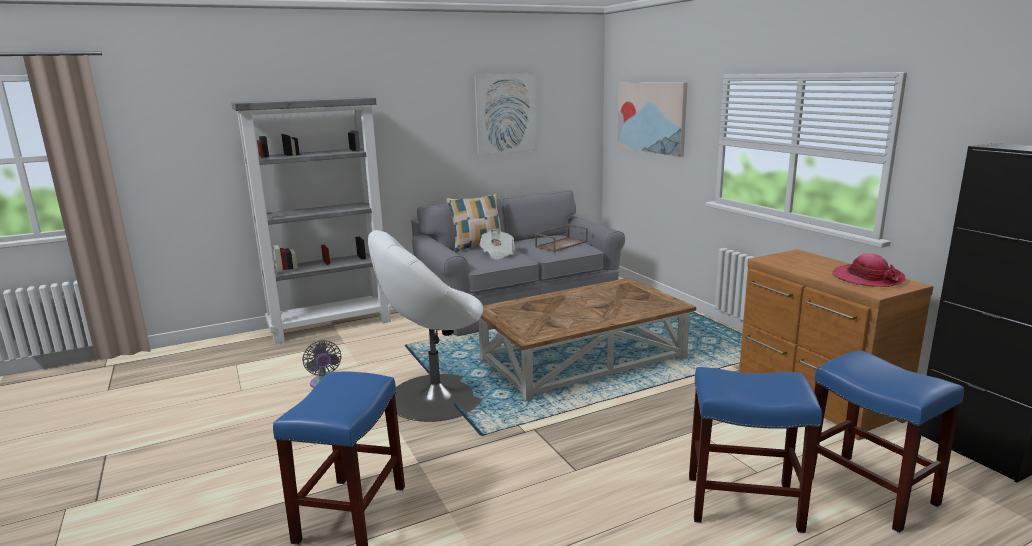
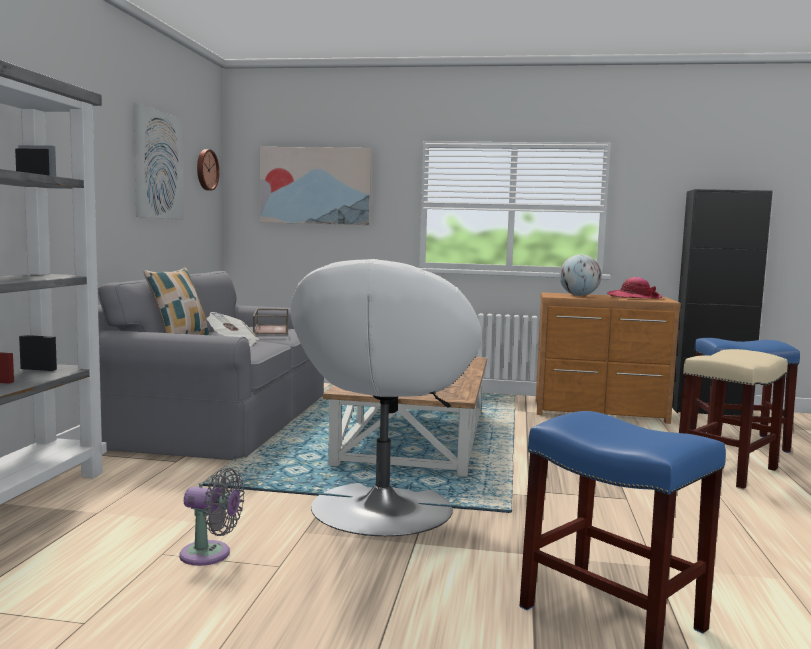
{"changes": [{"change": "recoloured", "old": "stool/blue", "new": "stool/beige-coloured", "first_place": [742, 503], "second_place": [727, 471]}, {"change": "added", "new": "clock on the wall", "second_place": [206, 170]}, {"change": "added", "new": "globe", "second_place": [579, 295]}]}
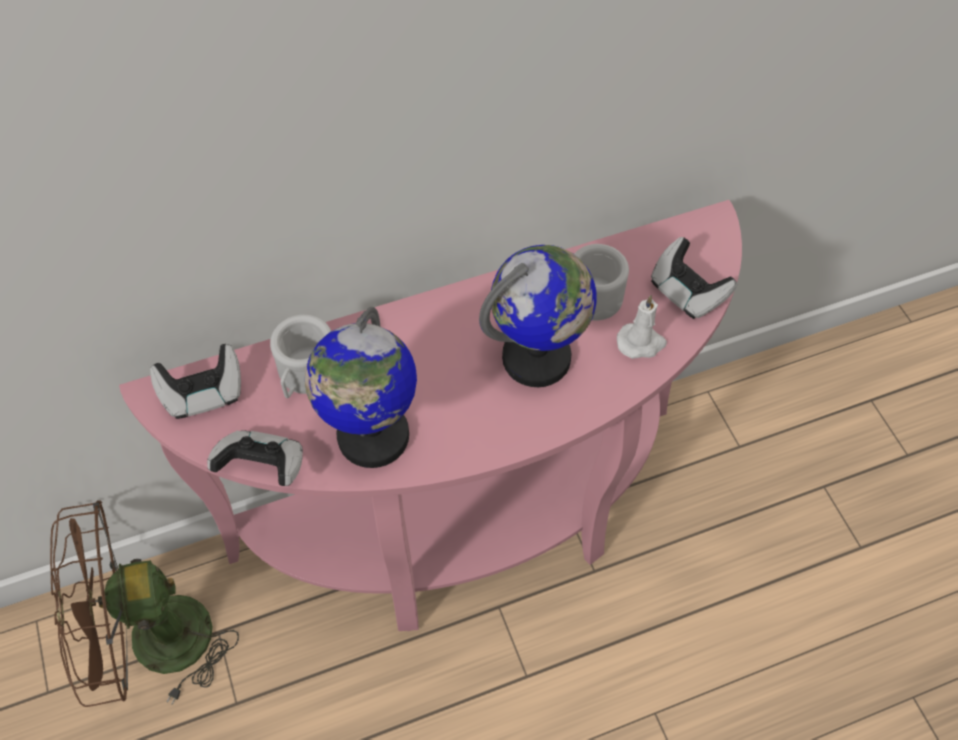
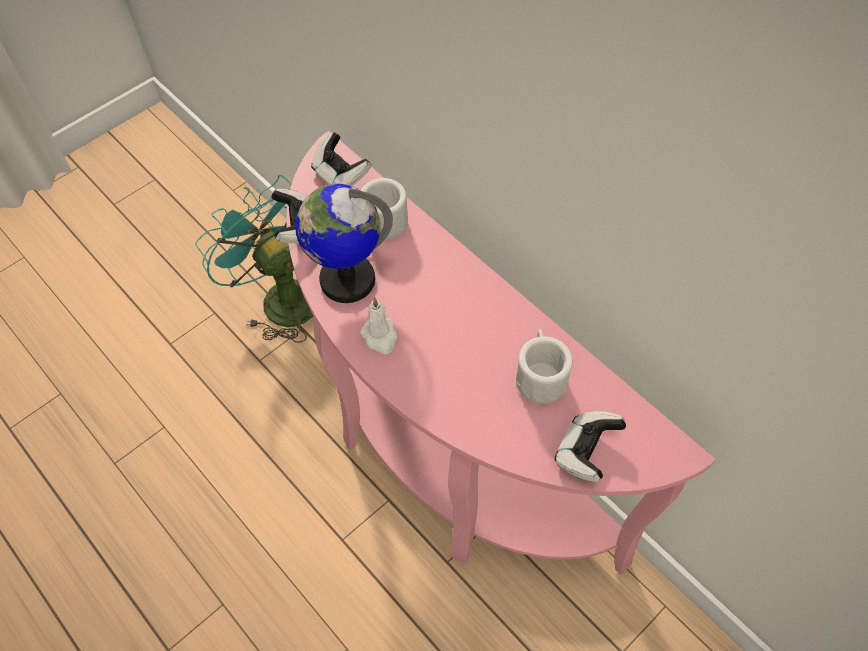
{"changes": [{"change": "removed", "old": "globe", "first_place": [537, 358]}, {"change": "moved", "old": "candle/whitish", "first_place": [641, 342], "second_place": [380, 337]}, {"change": "recoloured", "old": "electric fan/brown-coloured", "new": "electric fan/turquoise-coloured", "first_place": [152, 643], "second_place": [281, 296]}]}
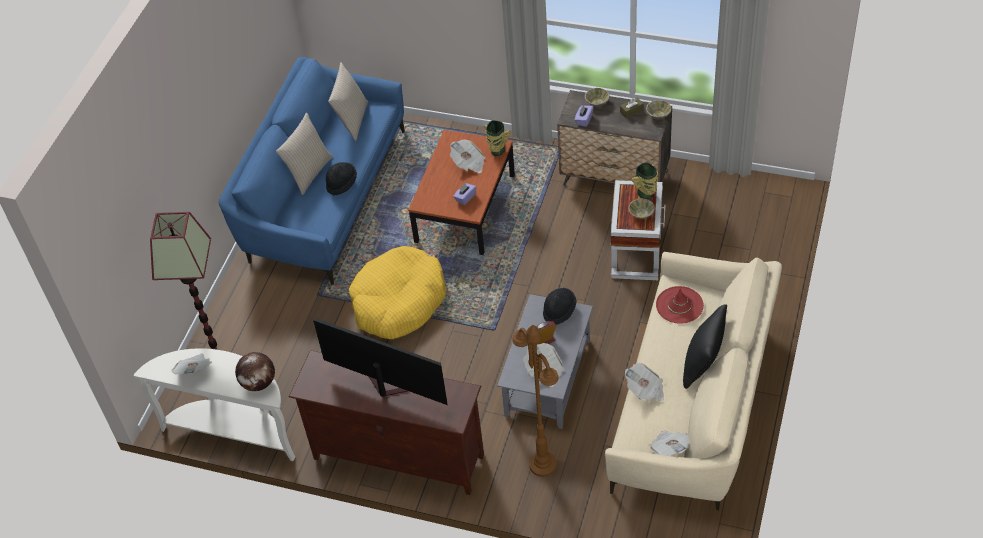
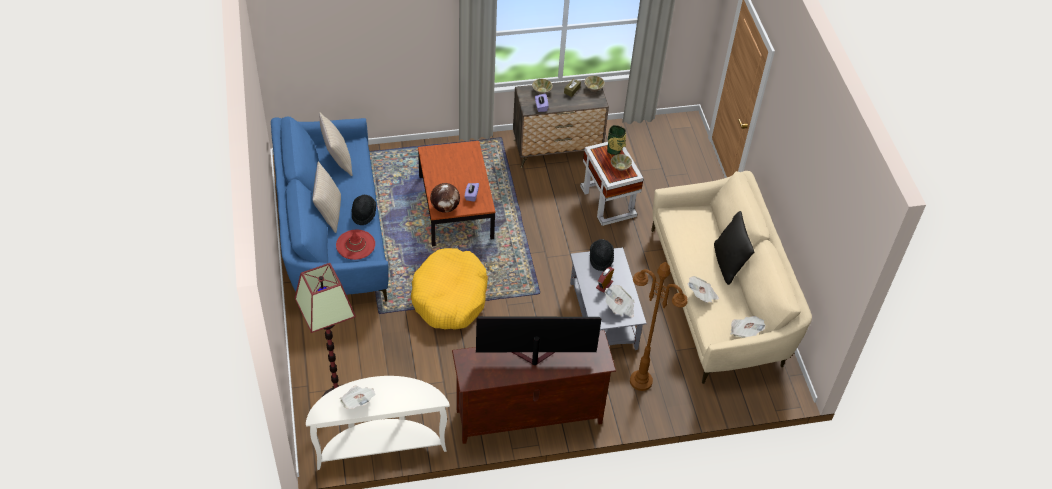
{"changes": [{"change": "removed", "old": "flower vase", "first_place": [497, 151]}, {"change": "removed", "old": "daily paper", "first_place": [468, 163]}, {"change": "moved", "old": "wearable hat/red", "first_place": [679, 305], "second_place": [355, 245]}, {"change": "moved", "old": "globe", "first_place": [259, 383], "second_place": [445, 207]}]}
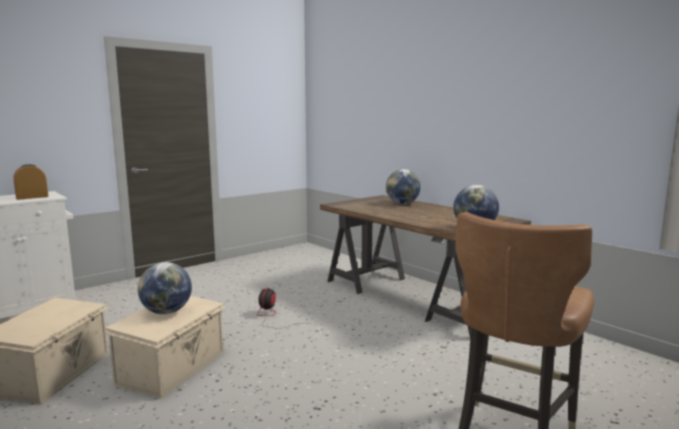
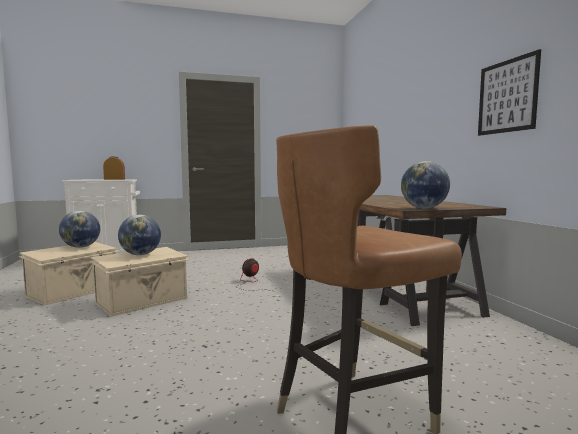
{"changes": [{"change": "moved", "old": "globe", "first_place": [402, 204], "second_place": [81, 247]}, {"change": "added", "new": "wall picture", "second_place": [507, 96]}]}
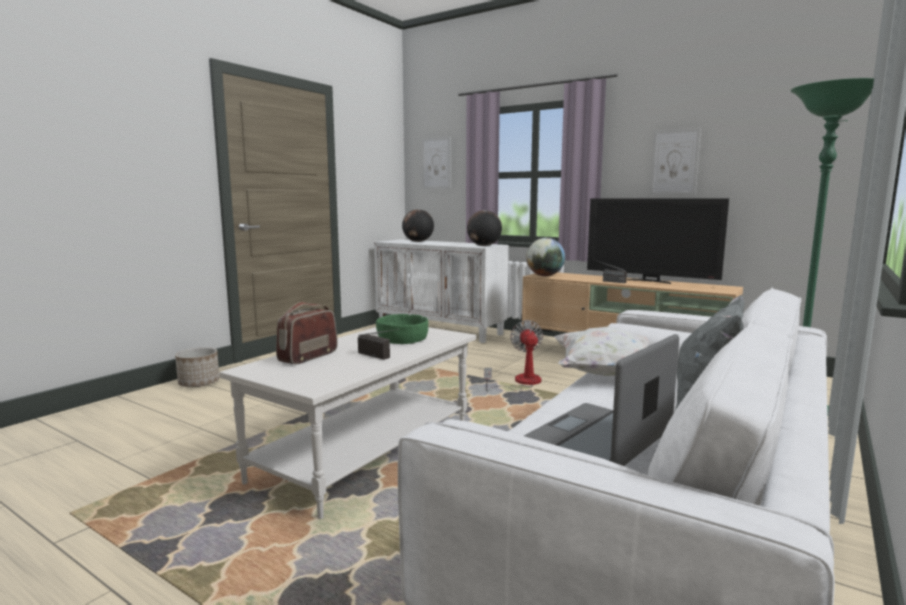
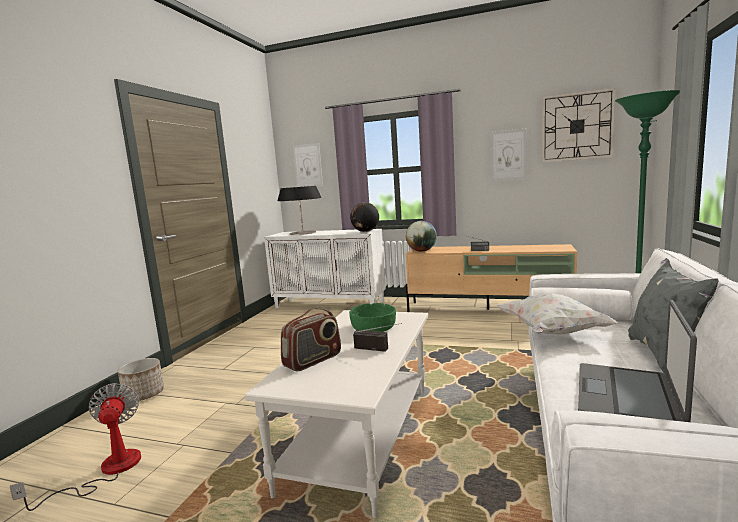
{"changes": [{"change": "removed", "old": "TV set", "first_place": [650, 281]}, {"change": "replaced", "old": "globe", "new": "tabletop lamp", "first_place": [418, 242], "second_place": [302, 233]}, {"change": "turned", "old": "radio", "first_place": [308, 356], "second_place": [313, 360], "degrees": -150}, {"change": "moved", "old": "electric fan", "first_place": [521, 382], "second_place": [107, 471]}, {"change": "added", "new": "clock on the wall", "second_place": [576, 126]}]}
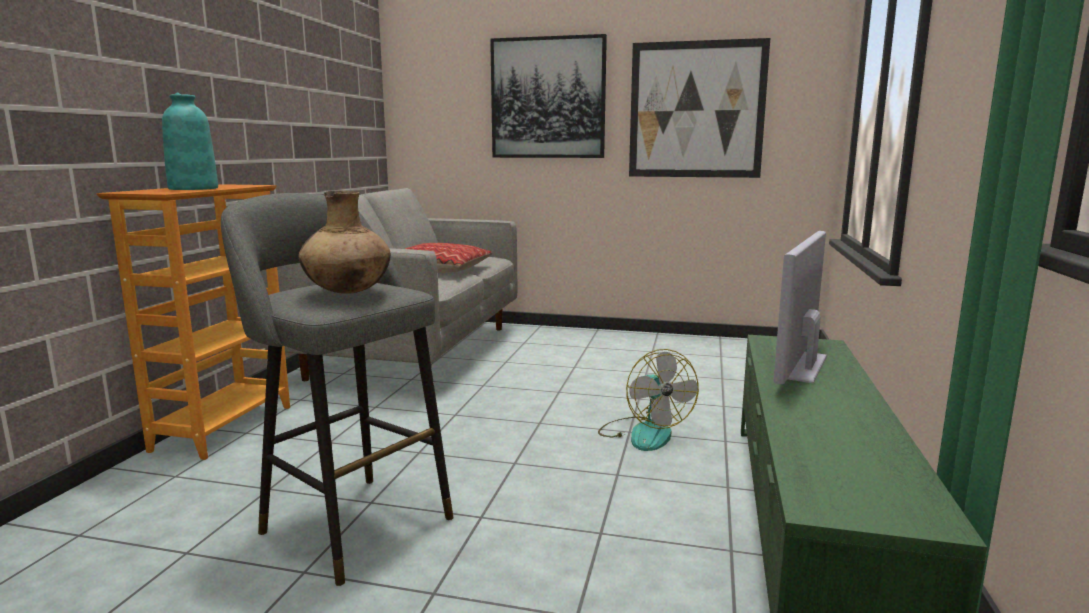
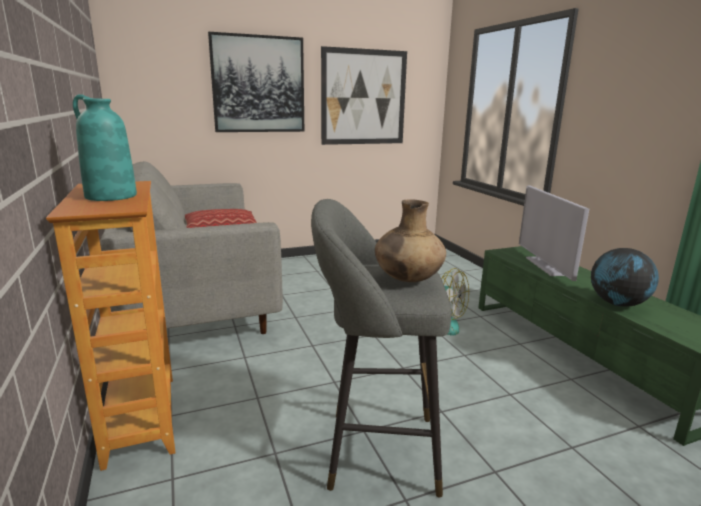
{"changes": [{"change": "added", "new": "globe", "second_place": [618, 304]}]}
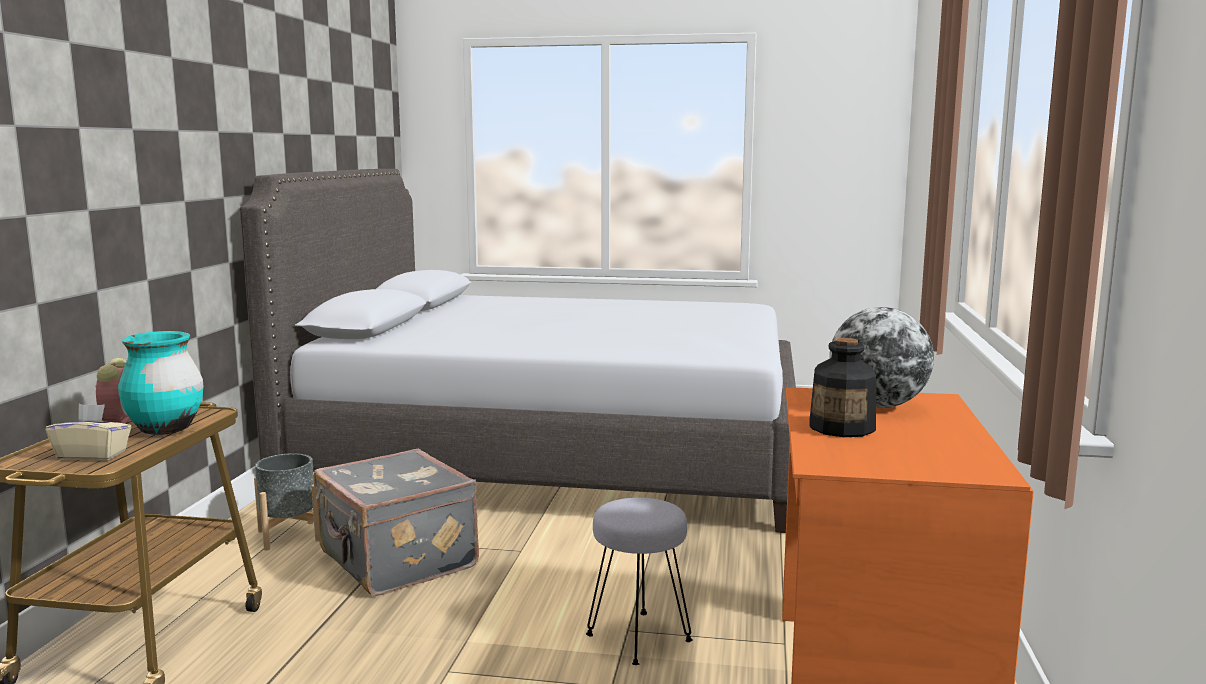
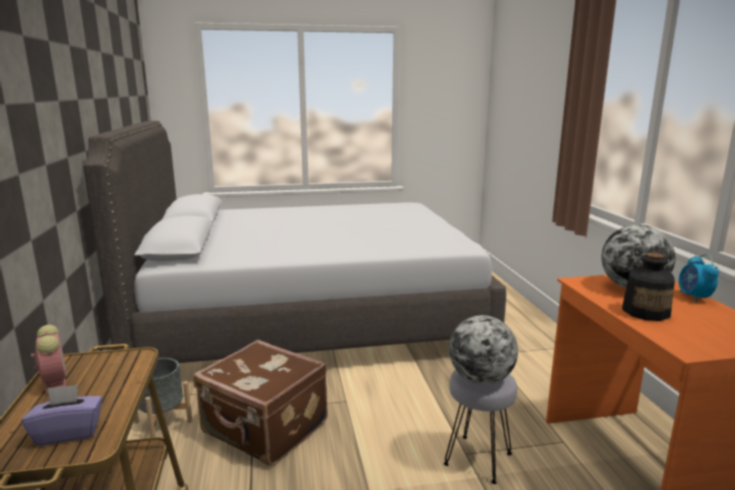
{"changes": [{"change": "removed", "old": "flower vase/turquoise-coloured", "first_place": [165, 429]}, {"change": "recoloured", "old": "tissue holder/beige-coloured", "new": "tissue holder/purple-coloured", "first_place": [93, 455], "second_place": [69, 432]}, {"change": "recoloured", "old": "piece of luggage/grey", "new": "piece of luggage/brown-coloured", "first_place": [395, 561], "second_place": [264, 429]}, {"change": "added", "new": "bedside clock", "second_place": [694, 297]}, {"change": "added", "new": "globe", "second_place": [481, 379]}]}
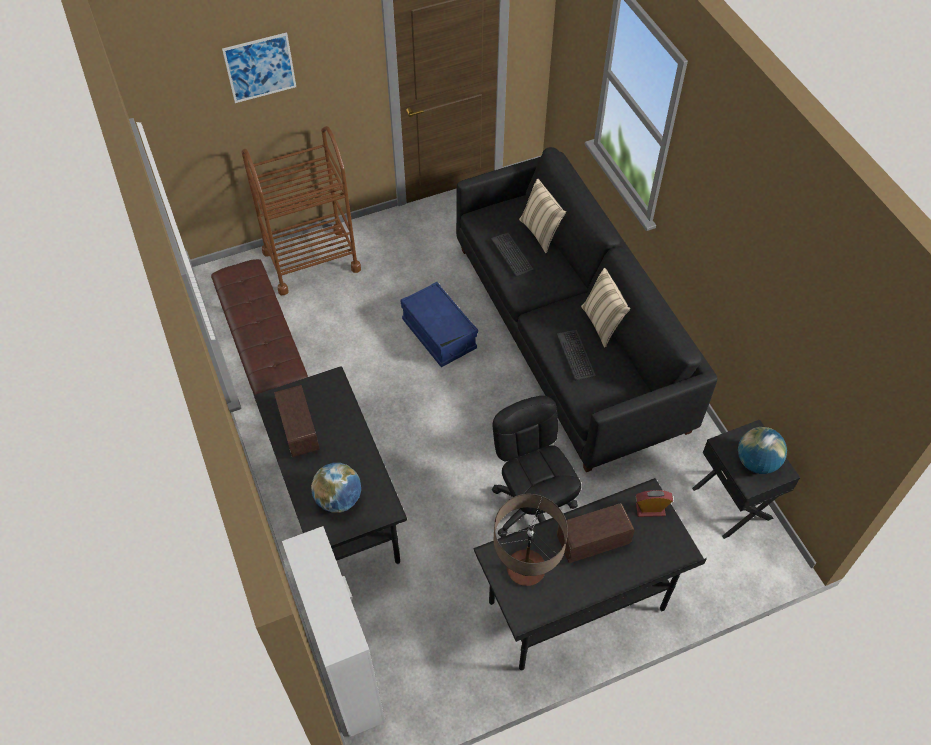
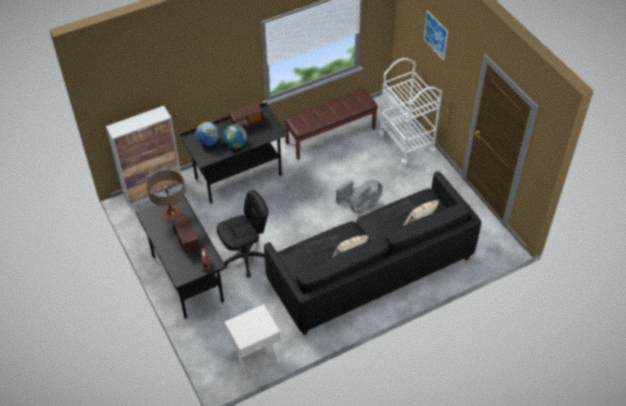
{"changes": [{"change": "recoloured", "old": "wheeled cart/brown-coloured", "new": "wheeled cart/whitish", "first_place": [311, 261], "second_place": [406, 143]}, {"change": "replaced", "old": "storage box/blue", "new": "electric fan/grey", "first_place": [439, 334], "second_place": [360, 207]}, {"change": "recoloured", "old": "bedside table/blackish", "new": "bedside table/whitish", "first_place": [733, 502], "second_place": [255, 356]}, {"change": "moved", "old": "globe", "first_place": [756, 462], "second_place": [235, 145]}]}
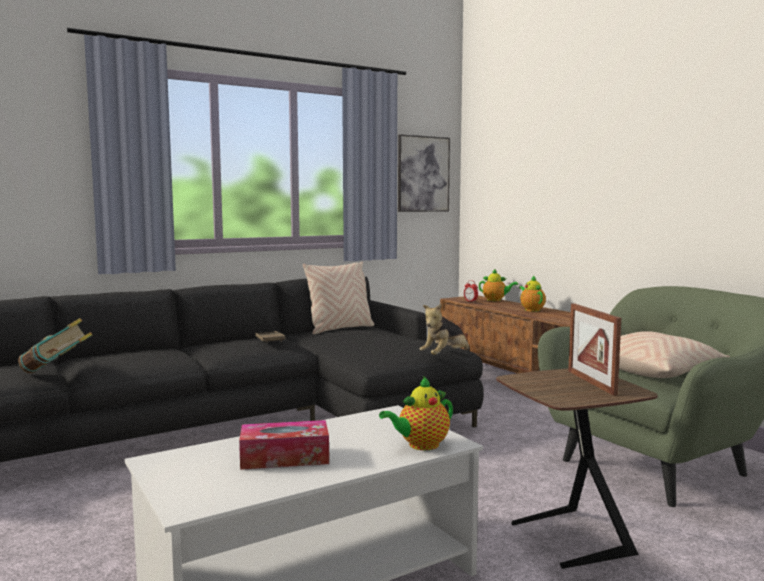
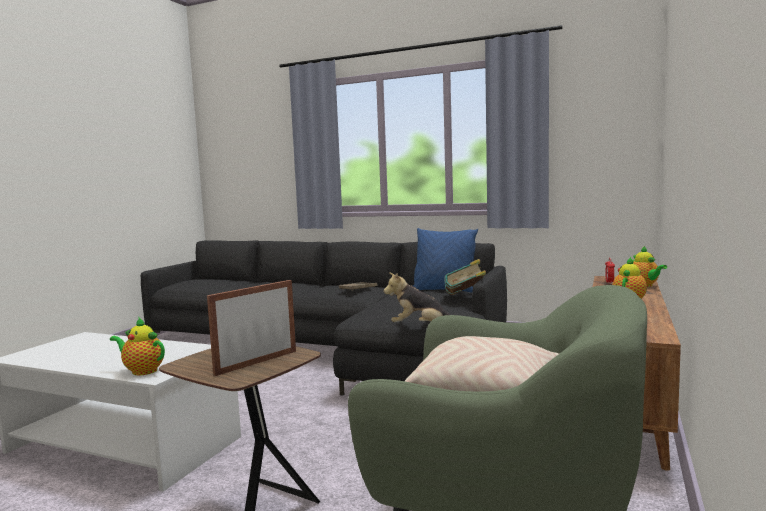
{"changes": [{"change": "removed", "old": "wall picture", "first_place": [423, 174]}, {"change": "recoloured", "old": "pillow/beige-coloured", "new": "pillow/blue", "first_place": [340, 329], "second_place": [444, 290]}, {"change": "moved", "old": "bound book", "first_place": [57, 373], "second_place": [465, 297]}, {"change": "removed", "old": "tissue holder", "first_place": [285, 457]}]}
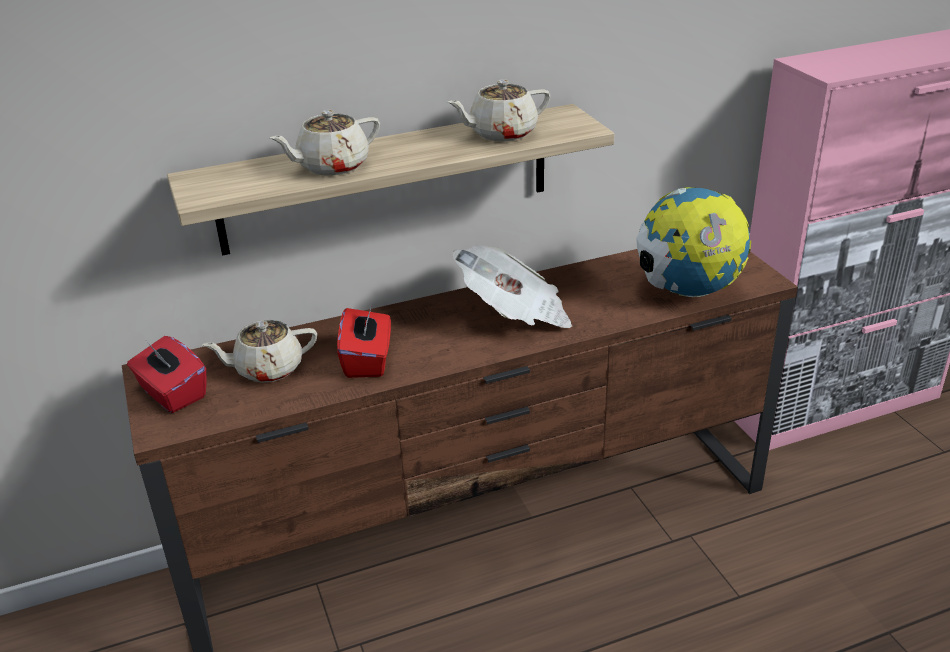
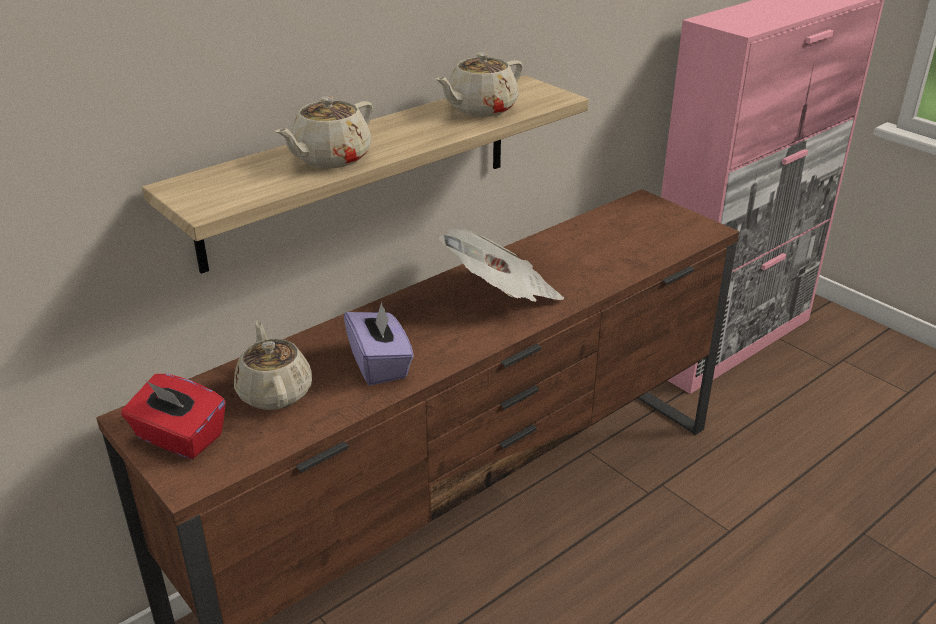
{"changes": [{"change": "removed", "old": "globe", "first_place": [687, 291]}, {"change": "recoloured", "old": "tissue holder/red", "new": "tissue holder/purple-coloured", "first_place": [368, 360], "second_place": [380, 364]}, {"change": "turned", "old": "pot for tea/beige-coloured", "first_place": [267, 369], "second_place": [274, 392], "degrees": 105}]}
